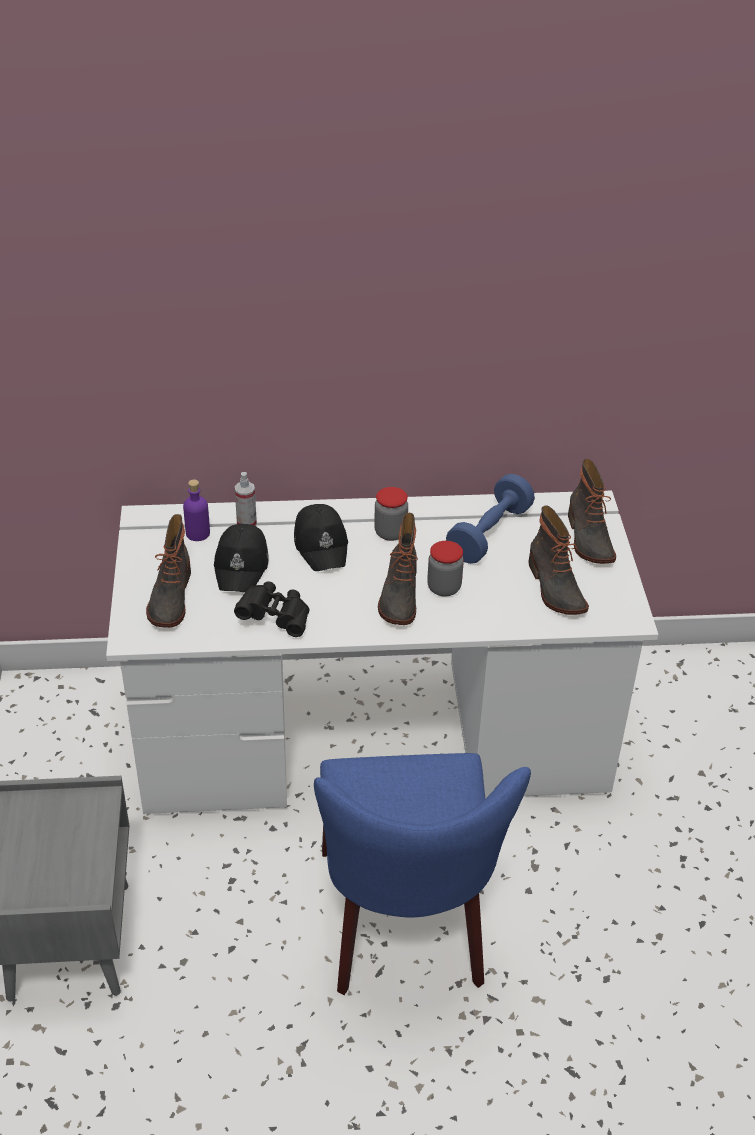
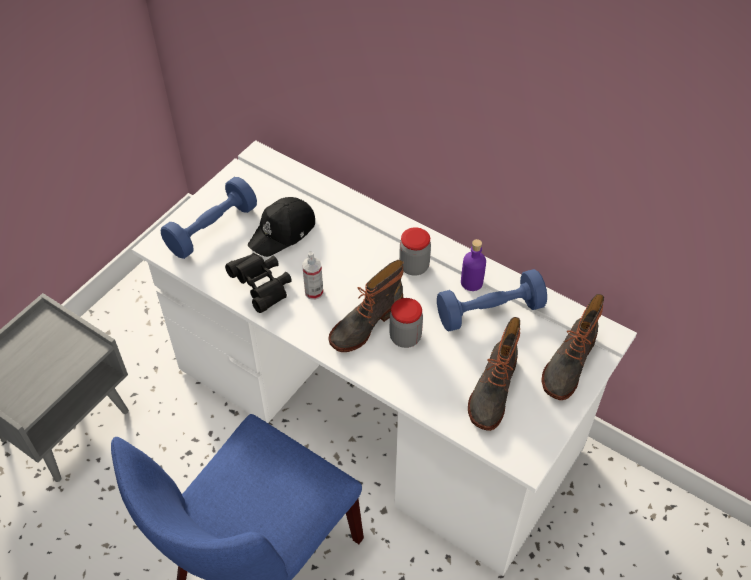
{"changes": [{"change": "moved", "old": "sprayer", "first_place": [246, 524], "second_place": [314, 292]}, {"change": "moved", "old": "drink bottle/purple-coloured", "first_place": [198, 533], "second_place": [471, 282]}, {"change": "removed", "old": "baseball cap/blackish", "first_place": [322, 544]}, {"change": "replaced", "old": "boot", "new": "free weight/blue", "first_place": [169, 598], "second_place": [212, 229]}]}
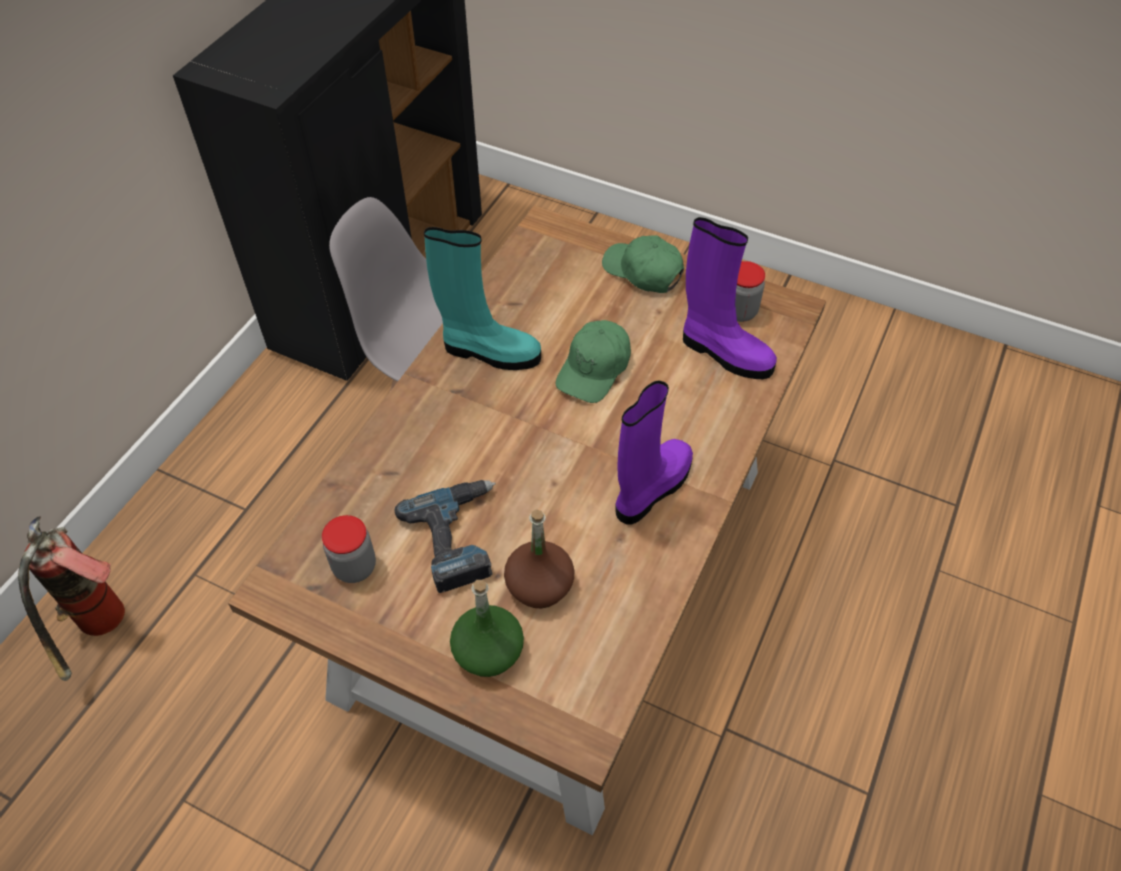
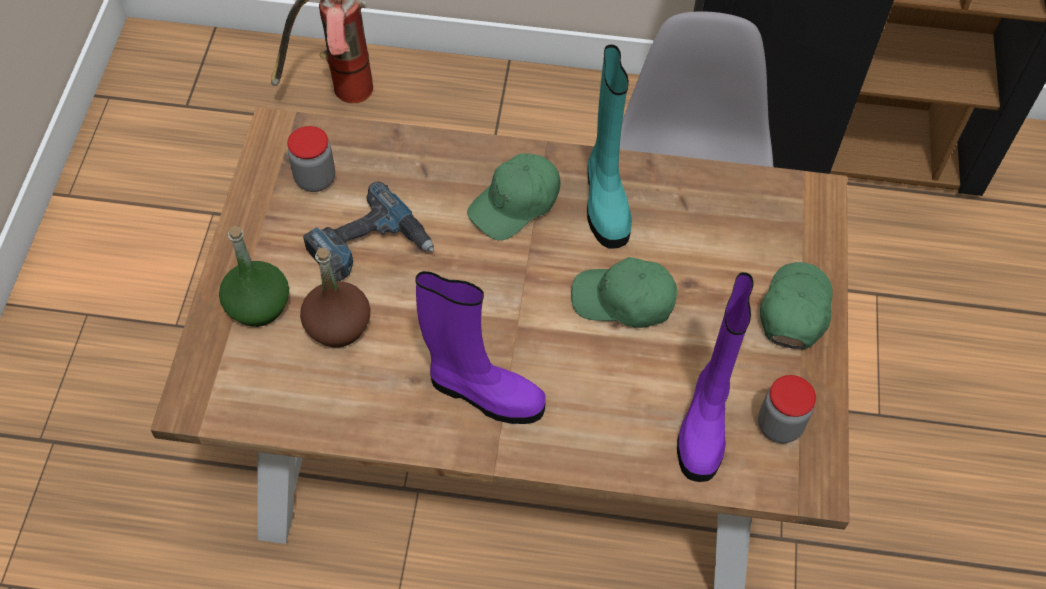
{"changes": [{"change": "added", "new": "baseball cap/green-coloured", "second_place": [515, 204]}]}
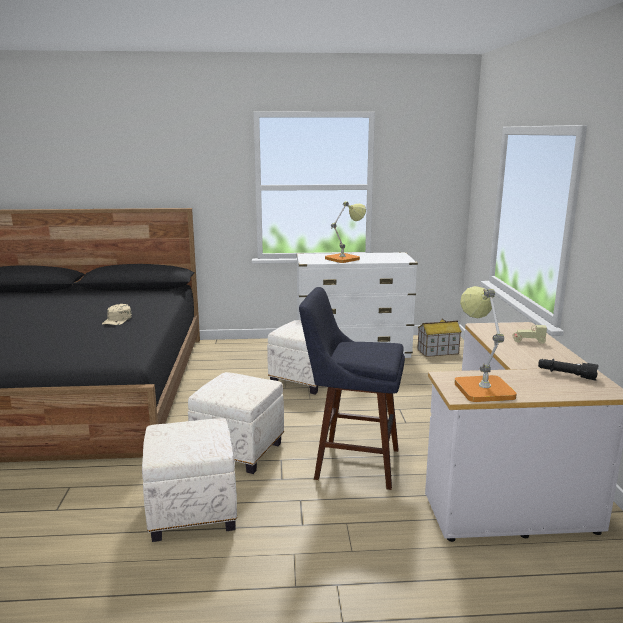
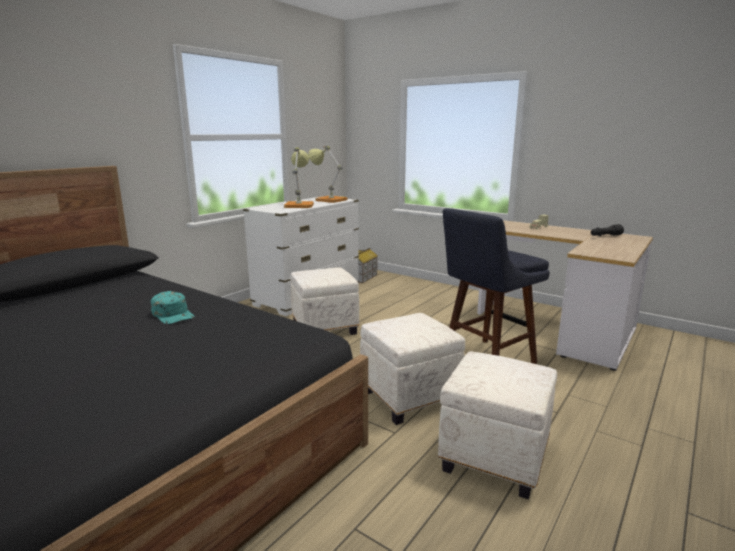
{"changes": [{"change": "moved", "old": "tabletop lamp", "first_place": [480, 387], "second_place": [328, 200]}, {"change": "recoloured", "old": "baseball cap/beige-coloured", "new": "baseball cap/turquoise-coloured", "first_place": [117, 320], "second_place": [173, 314]}]}
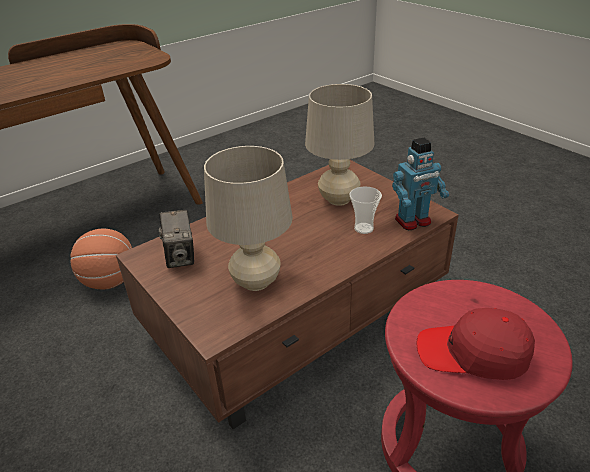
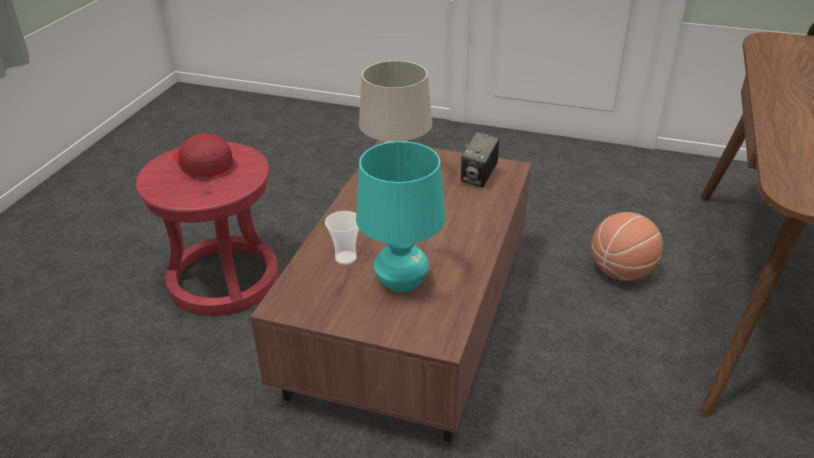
{"changes": [{"change": "recoloured", "old": "tabletop lamp/beige-coloured", "new": "tabletop lamp/turquoise-coloured", "first_place": [338, 199], "second_place": [401, 283]}, {"change": "removed", "old": "model robot", "first_place": [413, 221]}, {"change": "turned", "old": "still camera", "first_place": [180, 257], "second_place": [478, 178], "degrees": -105}, {"change": "turned", "old": "baseball cap/red", "first_place": [473, 353], "second_place": [202, 163], "degrees": -105}]}
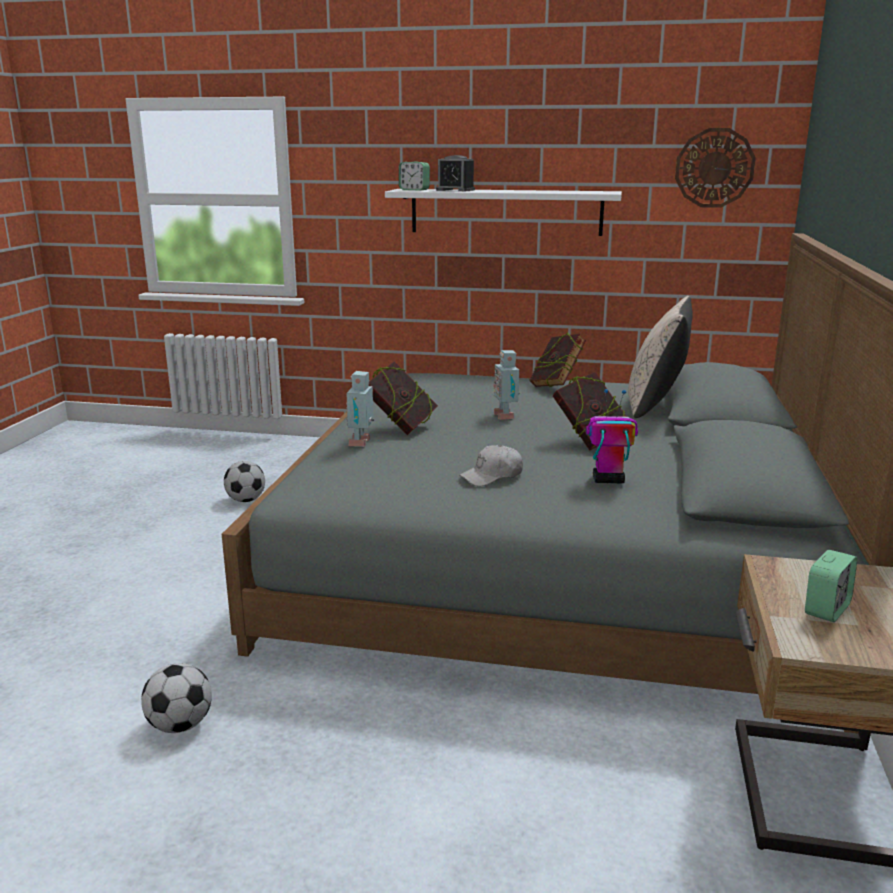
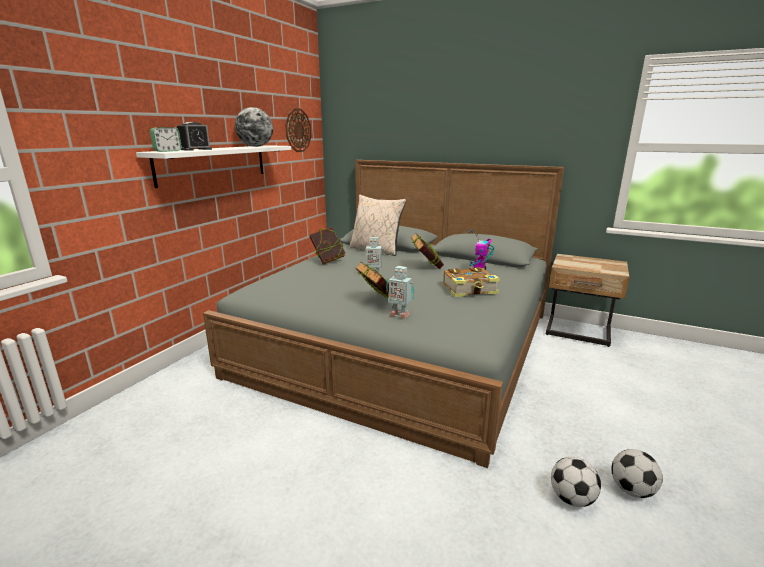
{"changes": [{"change": "replaced", "old": "baseball cap/whitish", "new": "bound book", "first_place": [492, 476], "second_place": [470, 290]}, {"change": "moved", "old": "ball for football", "first_place": [246, 500], "second_place": [631, 490]}, {"change": "removed", "old": "bedside clock", "first_place": [826, 609]}, {"change": "added", "new": "globe", "second_place": [256, 146]}]}
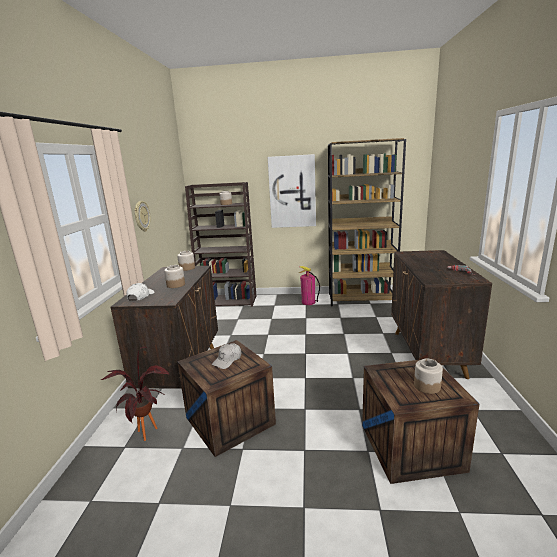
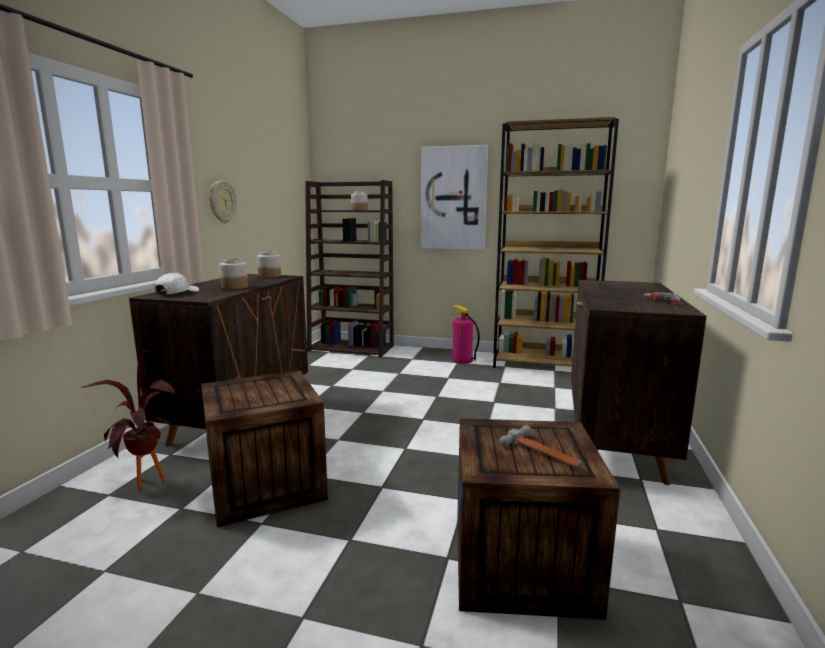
{"changes": [{"change": "removed", "old": "baseball cap/whitish", "first_place": [227, 360]}, {"change": "replaced", "old": "storage jar", "new": "hammer", "first_place": [426, 386], "second_place": [543, 454]}]}
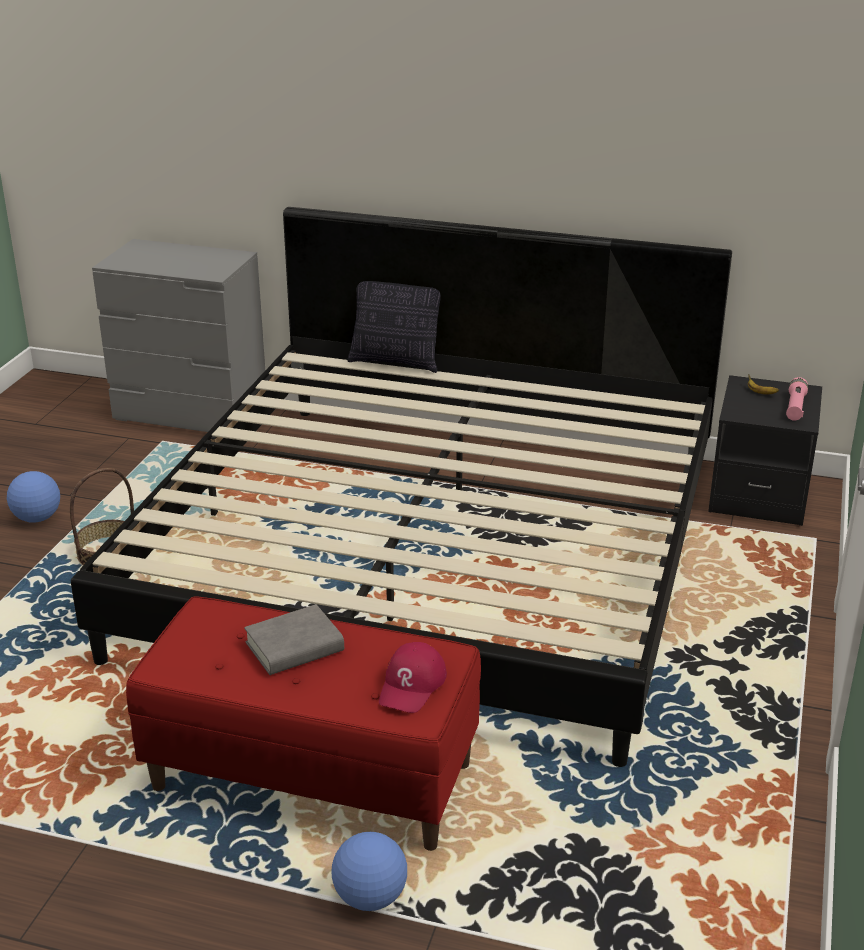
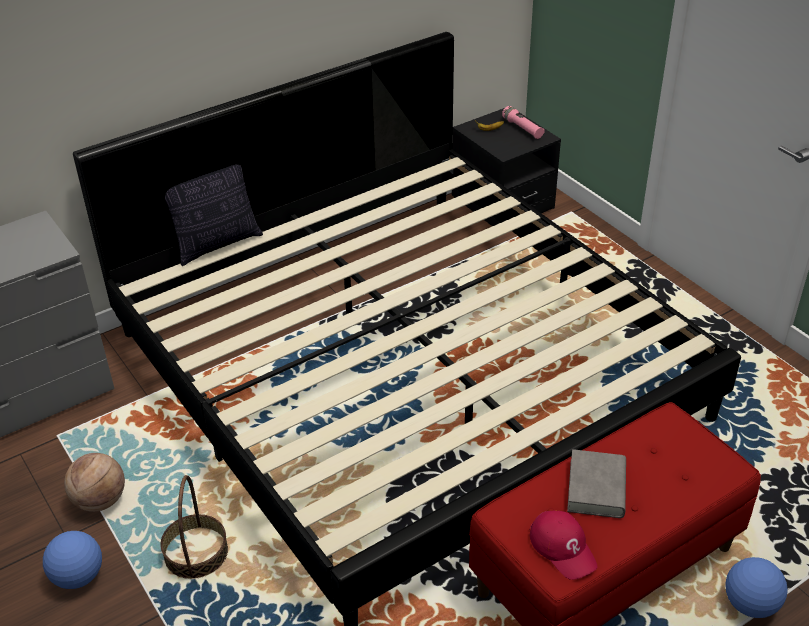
{"changes": [{"change": "moved", "old": "baseball cap/red", "first_place": [412, 685], "second_place": [563, 548]}, {"change": "added", "new": "ball for basketball", "second_place": [100, 501]}]}
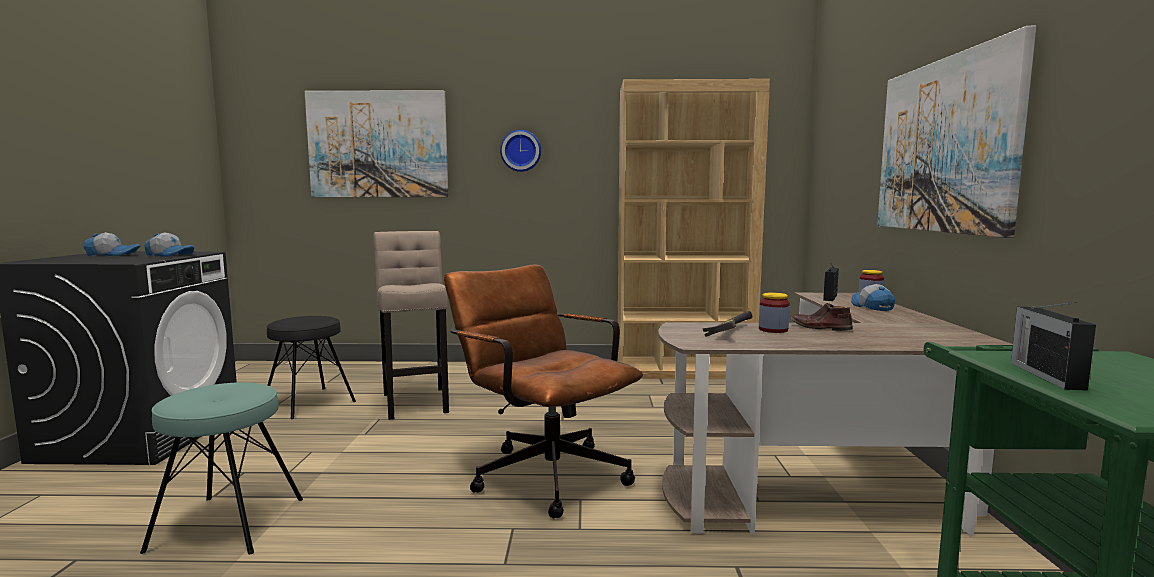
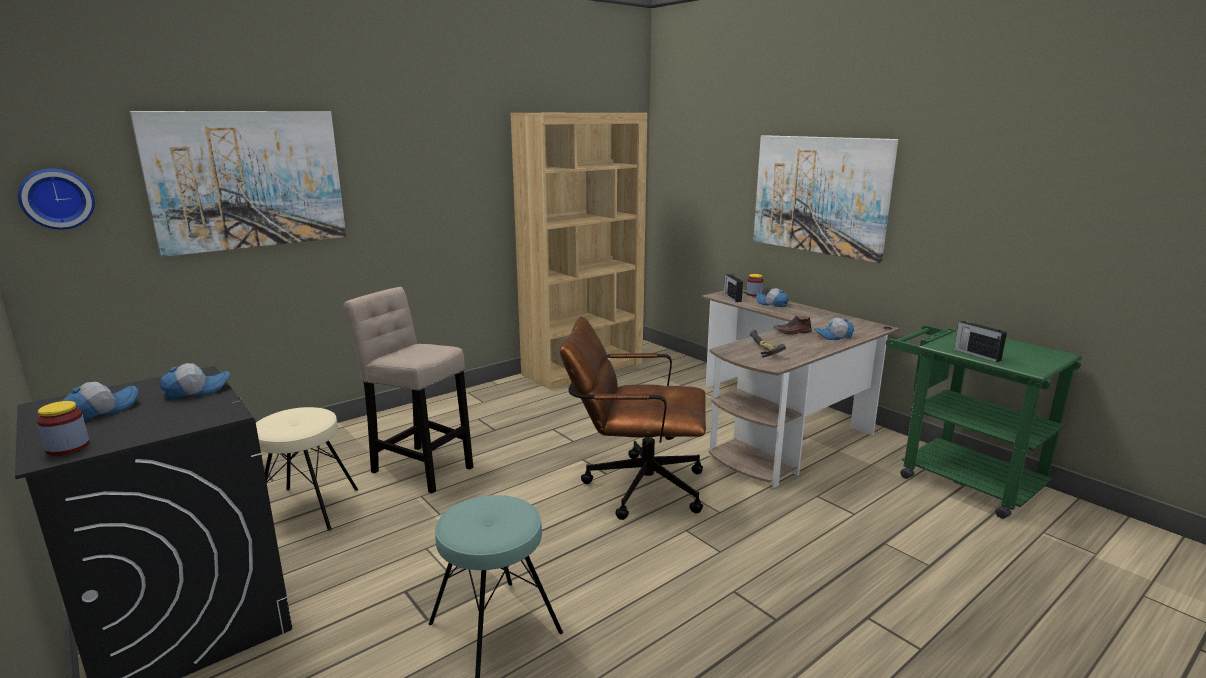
{"changes": [{"change": "moved", "old": "clock on the wall", "first_place": [521, 151], "second_place": [57, 198]}, {"change": "moved", "old": "storage jar", "first_place": [773, 330], "second_place": [68, 447]}, {"change": "recoloured", "old": "stool/blackish", "new": "stool/beige-coloured", "first_place": [309, 403], "second_place": [308, 508]}, {"change": "added", "new": "baseball cap", "second_place": [833, 336]}]}
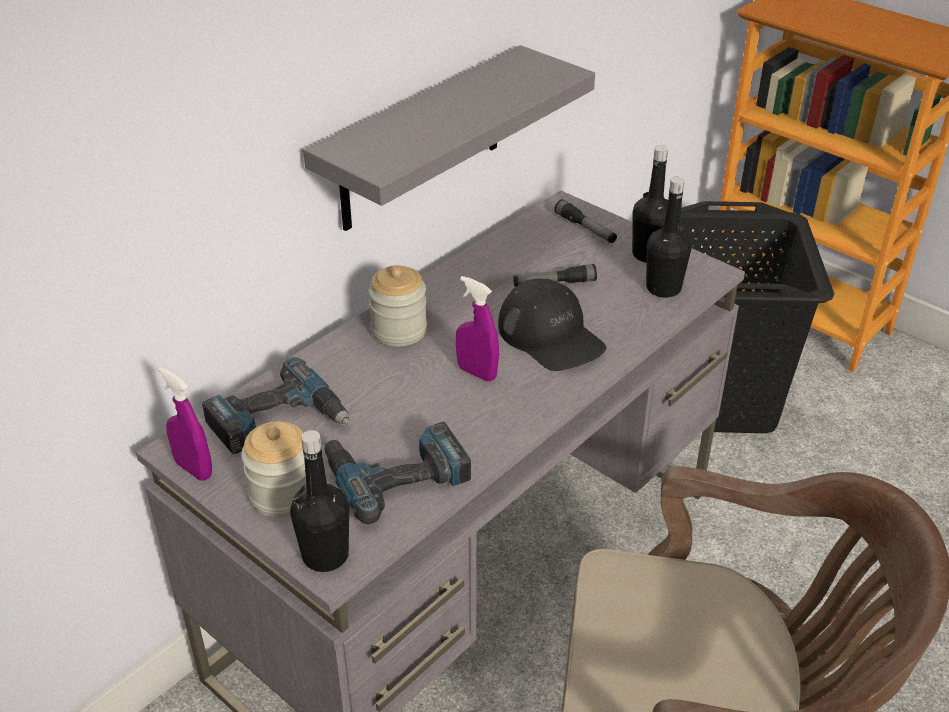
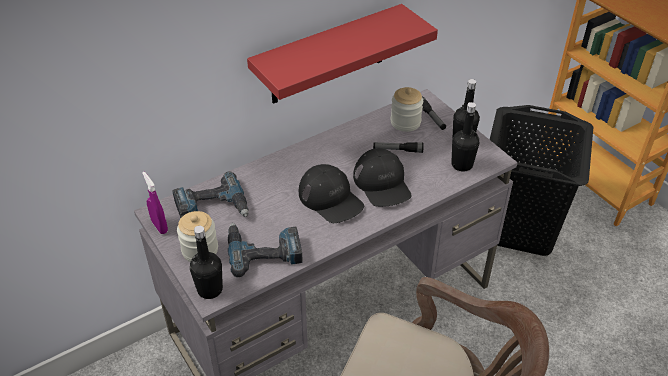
{"changes": [{"change": "recoloured", "old": "bracket shelf/grey", "new": "bracket shelf/red", "first_place": [421, 140], "second_place": [328, 55]}, {"change": "moved", "old": "storage jar", "first_place": [399, 330], "second_place": [405, 122]}, {"change": "replaced", "old": "sprayer/purple-coloured", "new": "baseball cap/blackish", "first_place": [477, 373], "second_place": [330, 199]}]}
